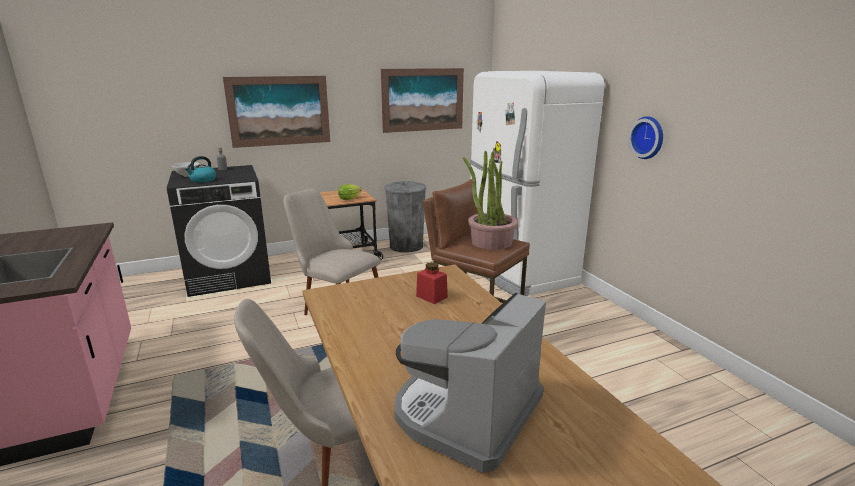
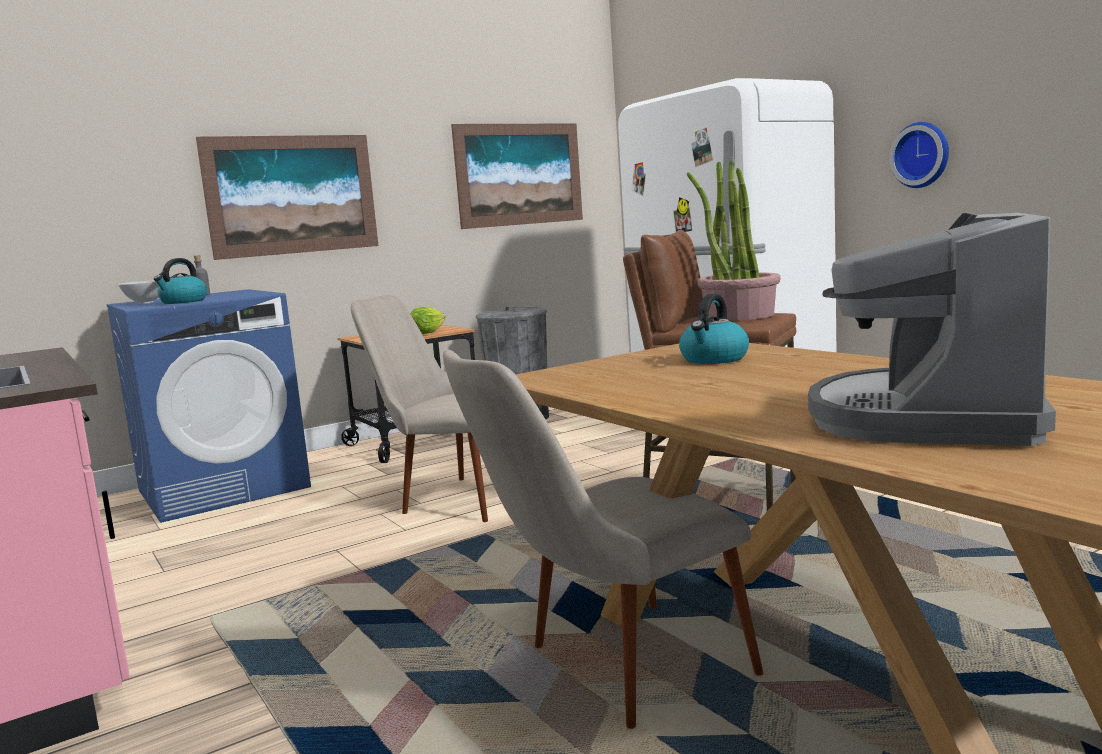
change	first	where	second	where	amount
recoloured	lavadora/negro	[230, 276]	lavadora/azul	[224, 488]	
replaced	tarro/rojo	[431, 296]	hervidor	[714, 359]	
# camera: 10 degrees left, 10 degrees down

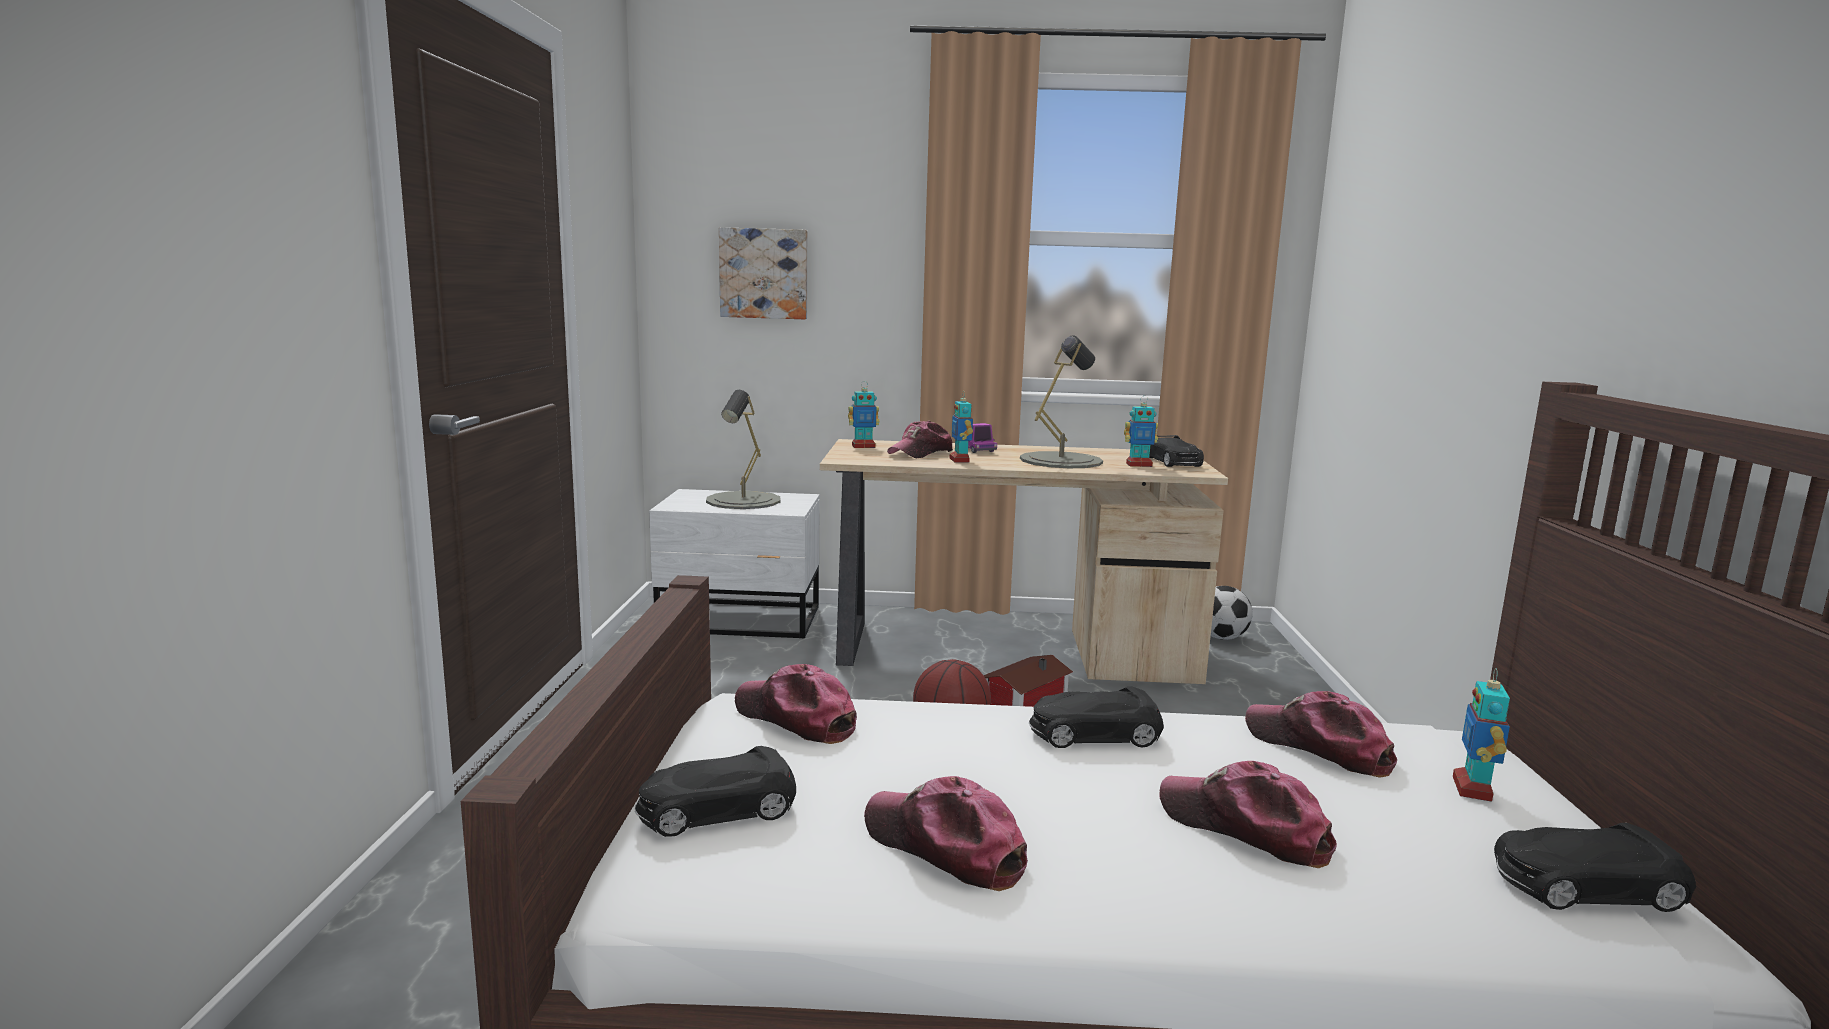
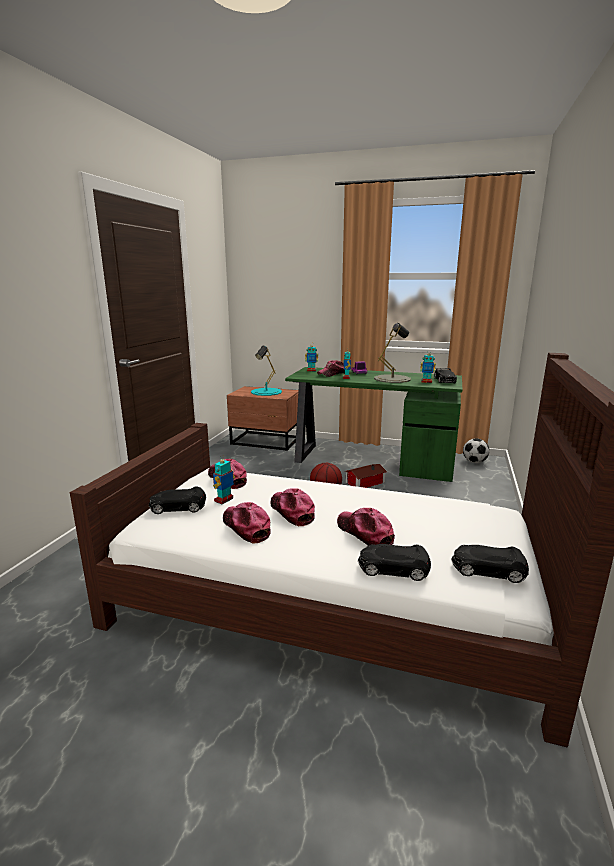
change	first	where	second	where	amount
recoloured	mesita de noche/blanco	[741, 620]	mesita de noche/marrón	[266, 441]	
recoloured	lámpara de mesa/gris	[743, 500]	lámpara de mesa/turquesa	[266, 392]	
removed	cuadro	[764, 273]			
recoloured	escritorio/beis	[1007, 649]	escritorio/verde	[370, 460]	
moved	coche de juguete/negro	[1093, 734]		[393, 568]	
moved	gorra	[1318, 747]		[292, 512]	
moved	robot de juguete	[1473, 789]		[224, 500]	
# camera: 15 degrees right, 5 degrees up

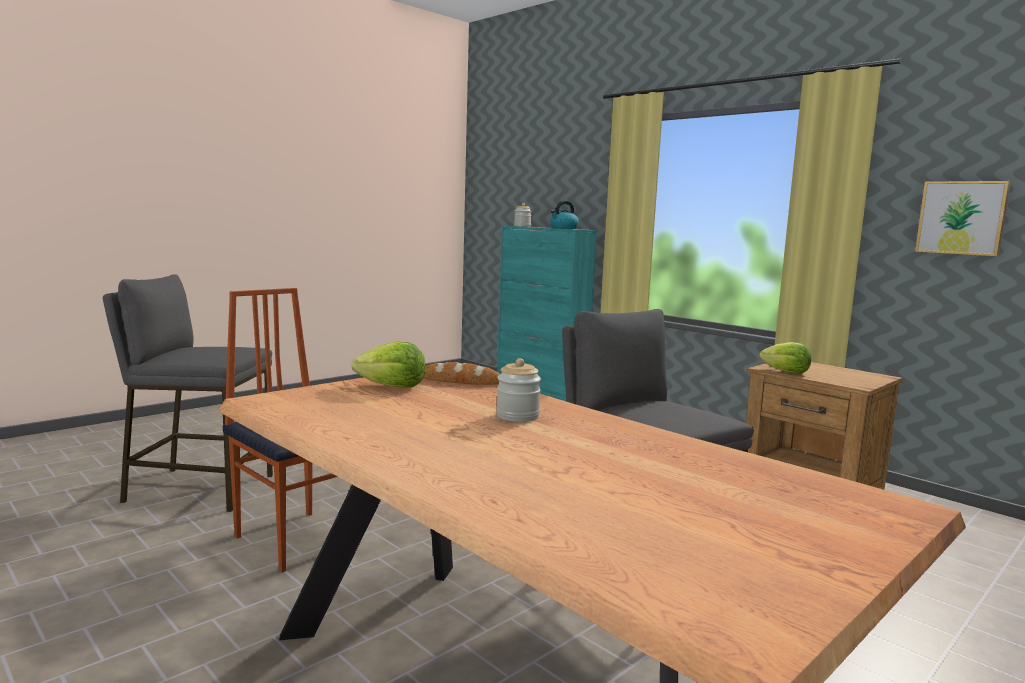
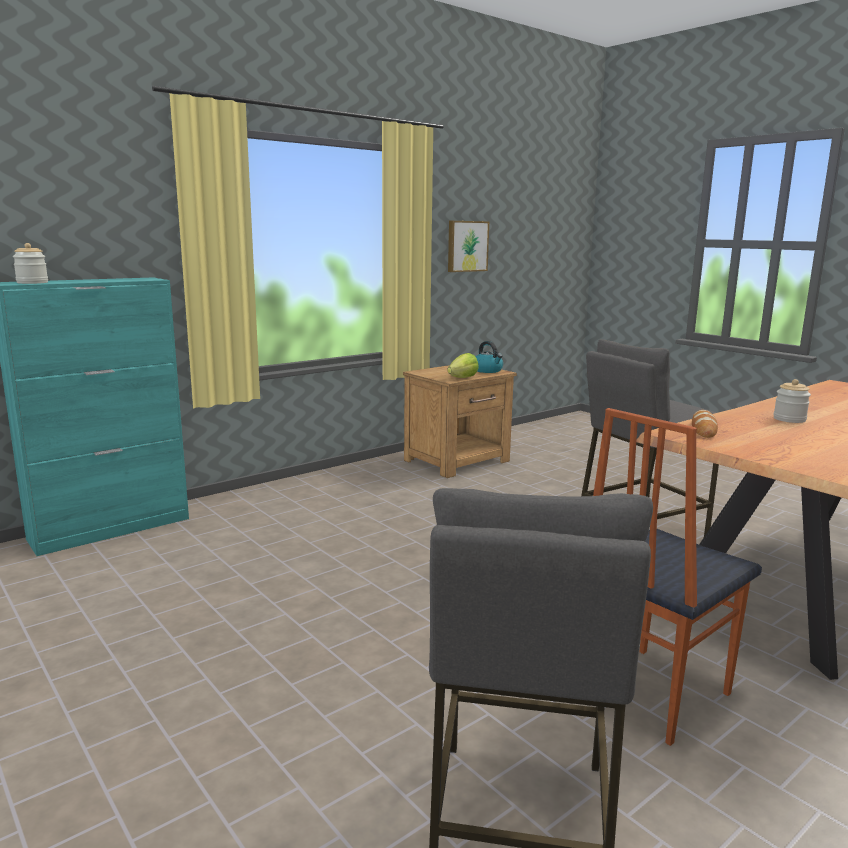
change	first	where	second	where	amount
removed	lechuga	[392, 387]			
moved	hervidor	[563, 228]		[488, 370]	
# camera: 85 degrees left, 5 degrees up

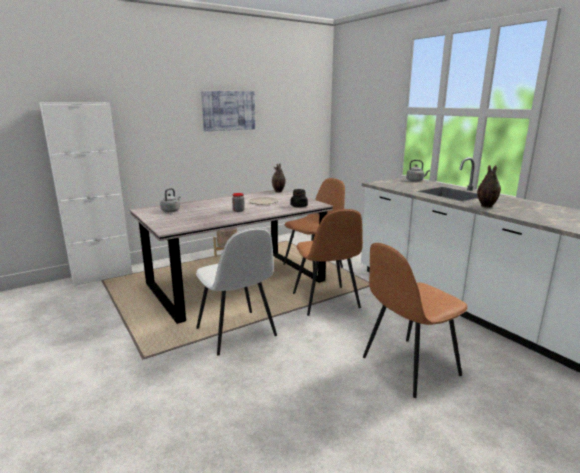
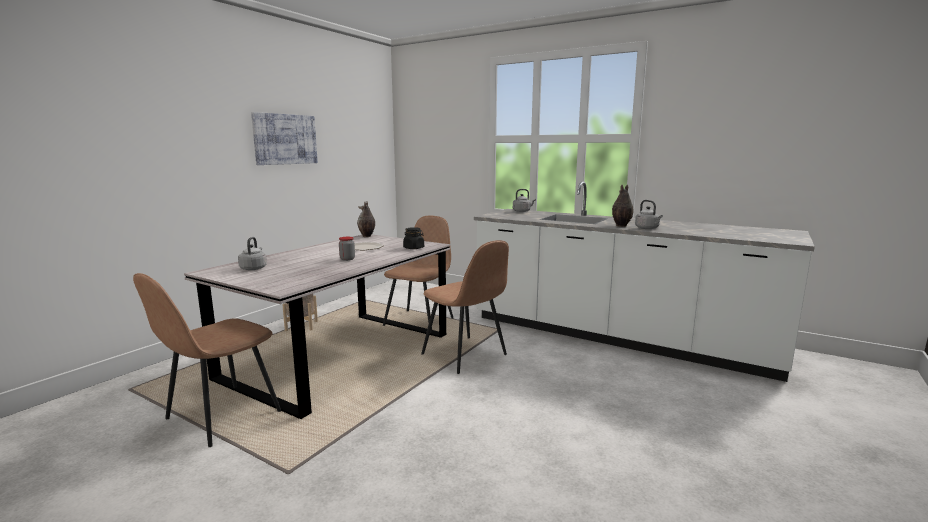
change	first	where	second	where	amount
removed	armario/blanco	[102, 276]			
removed	silla/blanco	[236, 333]			
moved	silla/marrón	[408, 367]		[221, 416]	
added			hervidor/gris	[647, 228]	
# camera: 25 degrees left, 5 degrees down

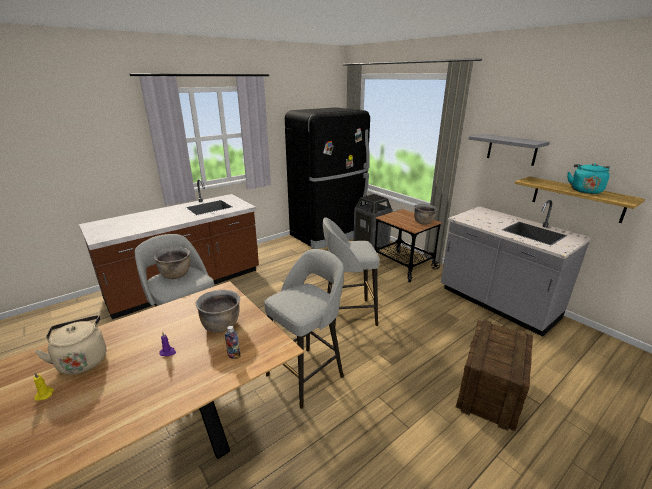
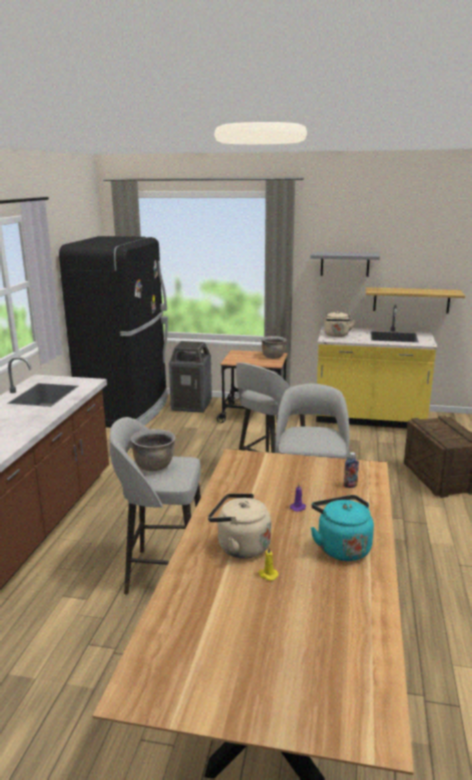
change	first	where	second	where	amount
removed	olla/marrón	[221, 325]			
recoloured	mueble bajo de cocina/gris	[496, 304]	mueble bajo de cocina/amarillo	[369, 419]	
moved	hervidor/turquesa	[585, 190]		[341, 547]	
added			hervidor/beis	[337, 335]	
# camera: 40 degrees left, 5 degrees down

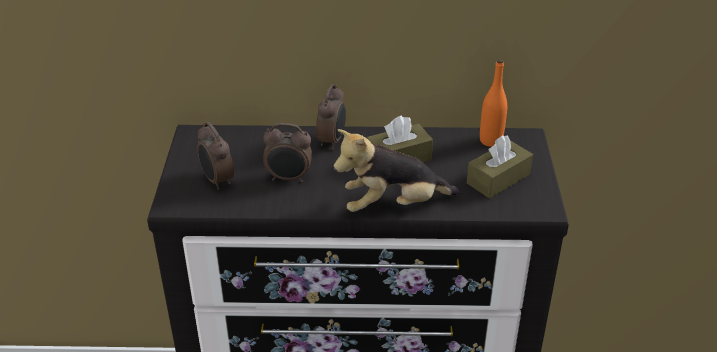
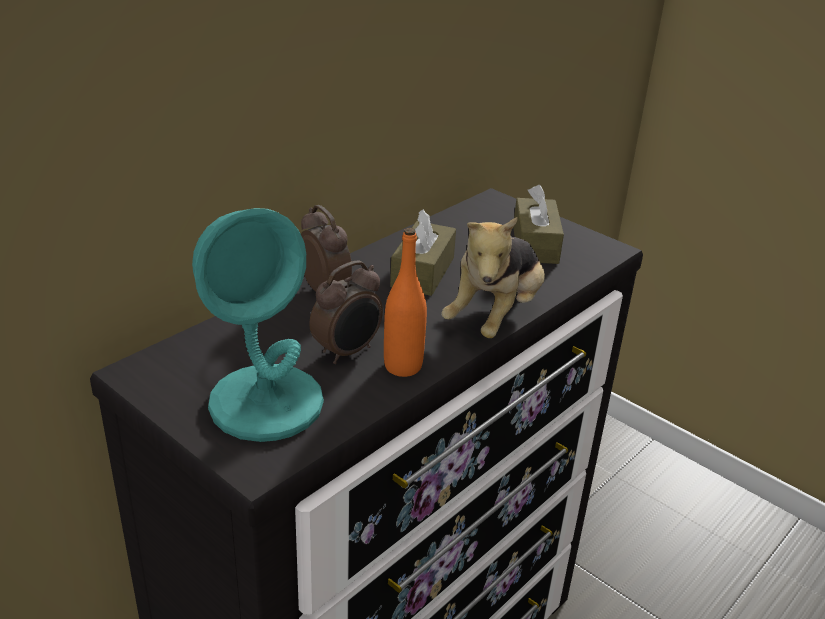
change	first	where	second	where	amount
replaced	despertador	[217, 180]	lámpara de mesa/turquesa	[267, 403]	
moved	botella/naranja	[490, 140]		[403, 366]	
# camera: 50 degrees left, 5 degrees down

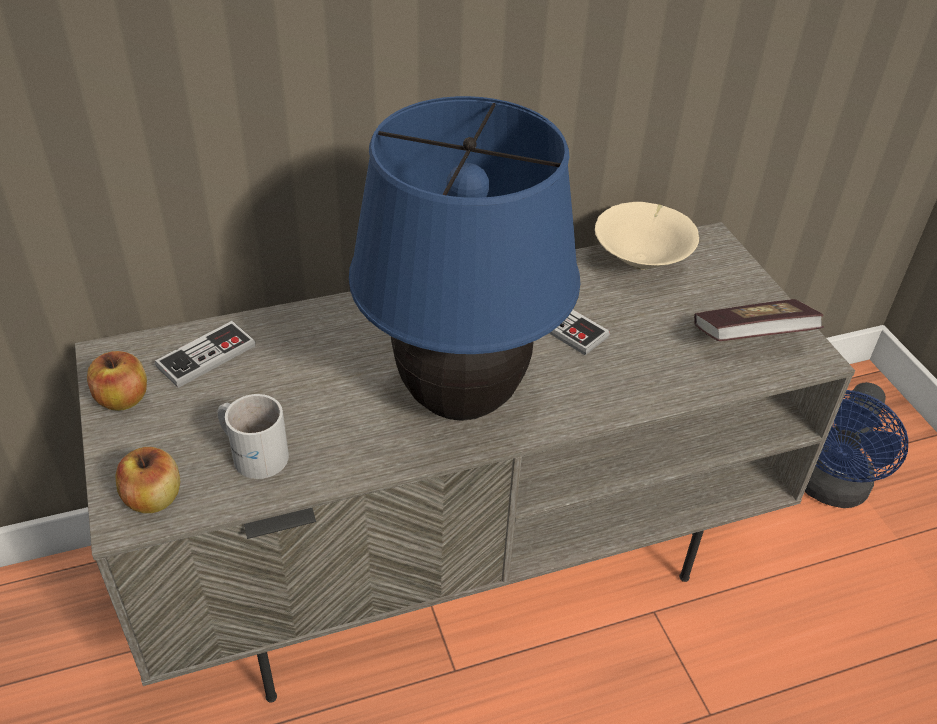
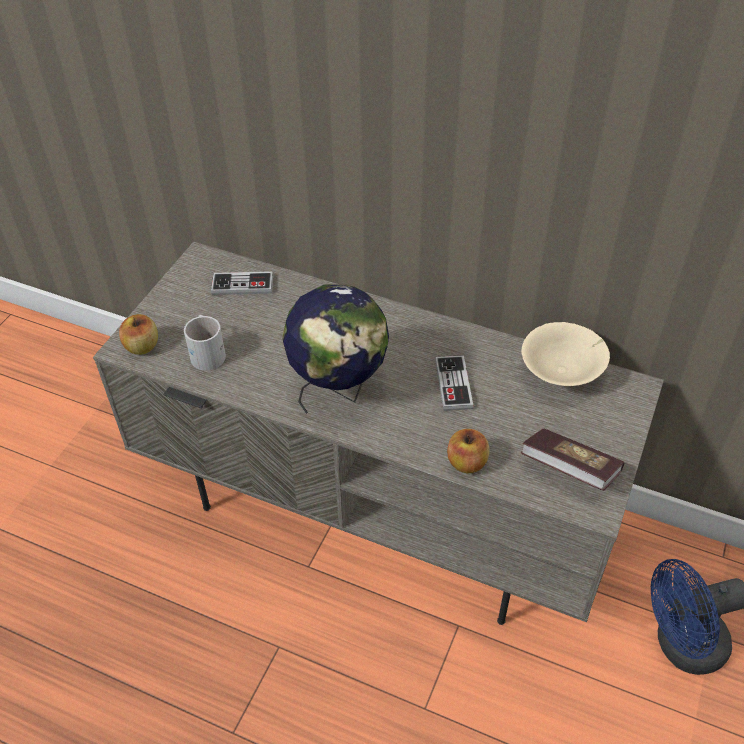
change	first	where	second	where	amount
moved	manzana	[123, 399]		[467, 463]	
replaced	lámpara de mesa/azul	[459, 399]	globo terráqueo	[339, 390]	
# camera: 45 degrees right, 5 degrees up

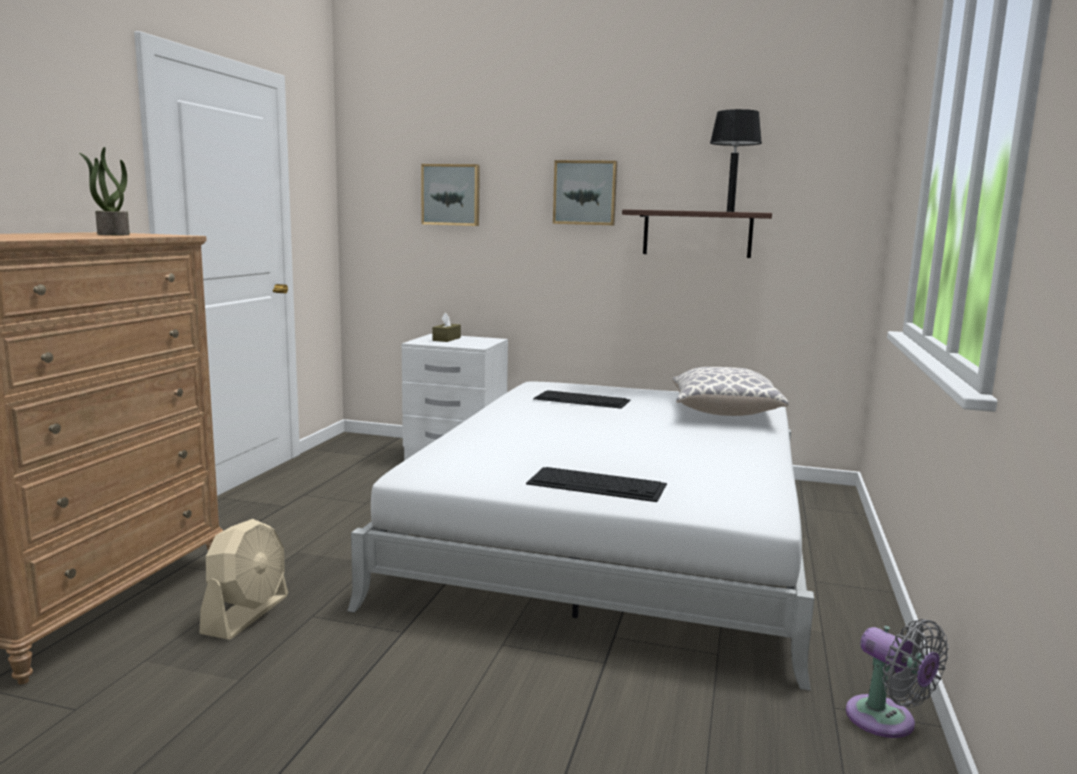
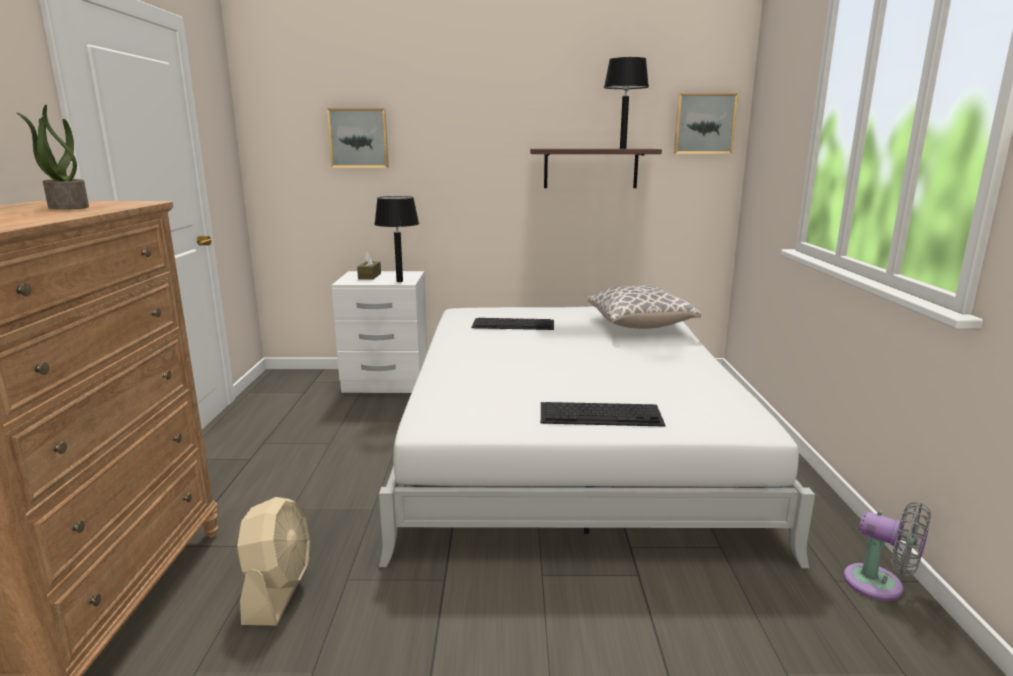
change	first	where	second	where	amount
moved	cuadro	[585, 193]		[704, 124]	
added			lámpara de mesa/negro	[399, 281]	
# camera: 15 degrees left, 5 degrees up

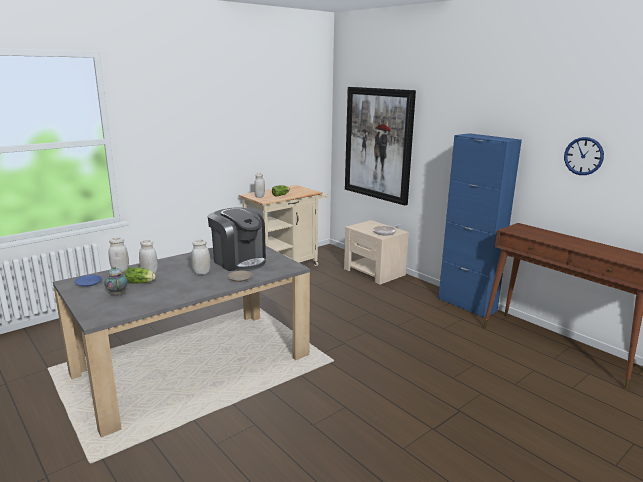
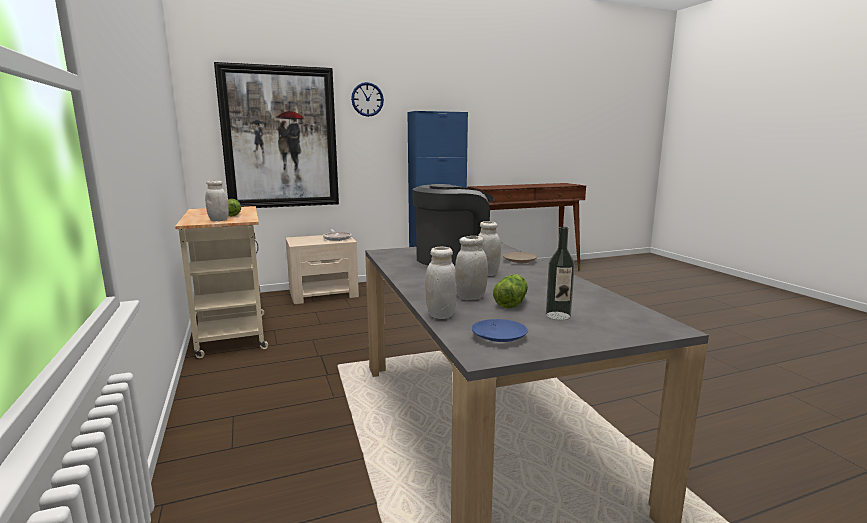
change	first	where	second	where	amount
replaced	tetera	[117, 294]	botella	[558, 316]	
moved	reloj de pared	[583, 156]		[367, 99]	
# camera: 70 degrees left, 5 degrees down

